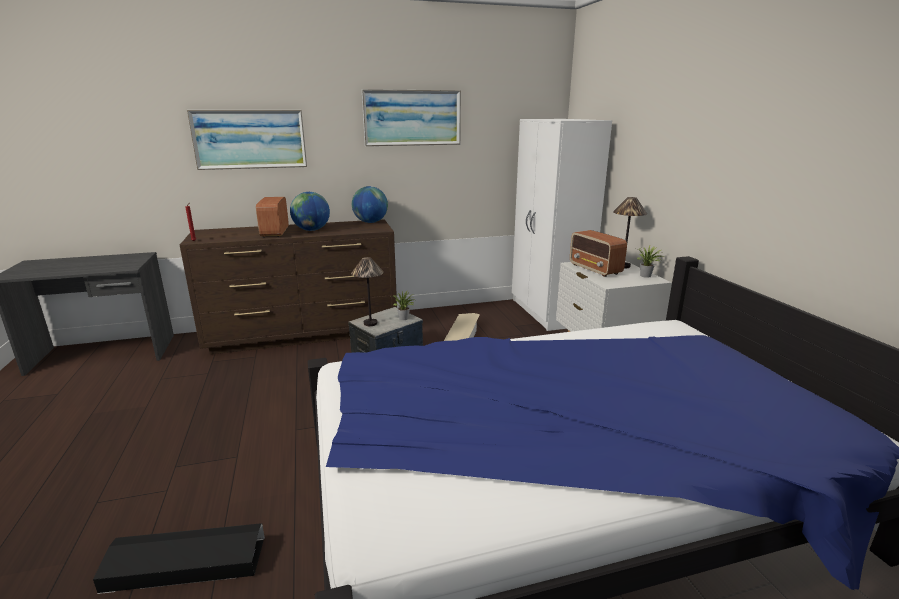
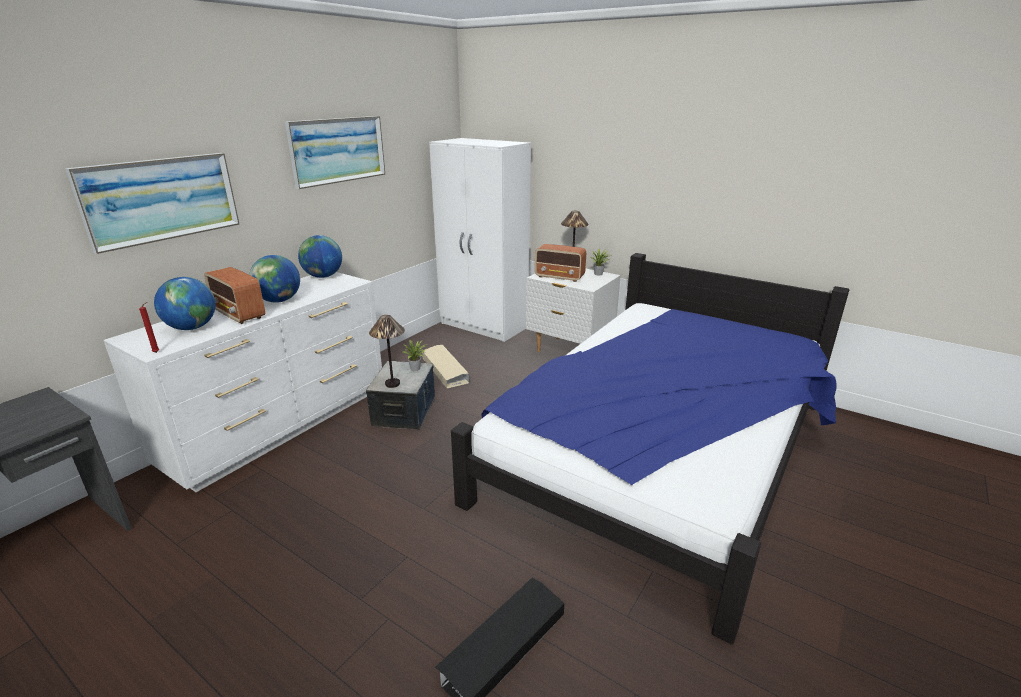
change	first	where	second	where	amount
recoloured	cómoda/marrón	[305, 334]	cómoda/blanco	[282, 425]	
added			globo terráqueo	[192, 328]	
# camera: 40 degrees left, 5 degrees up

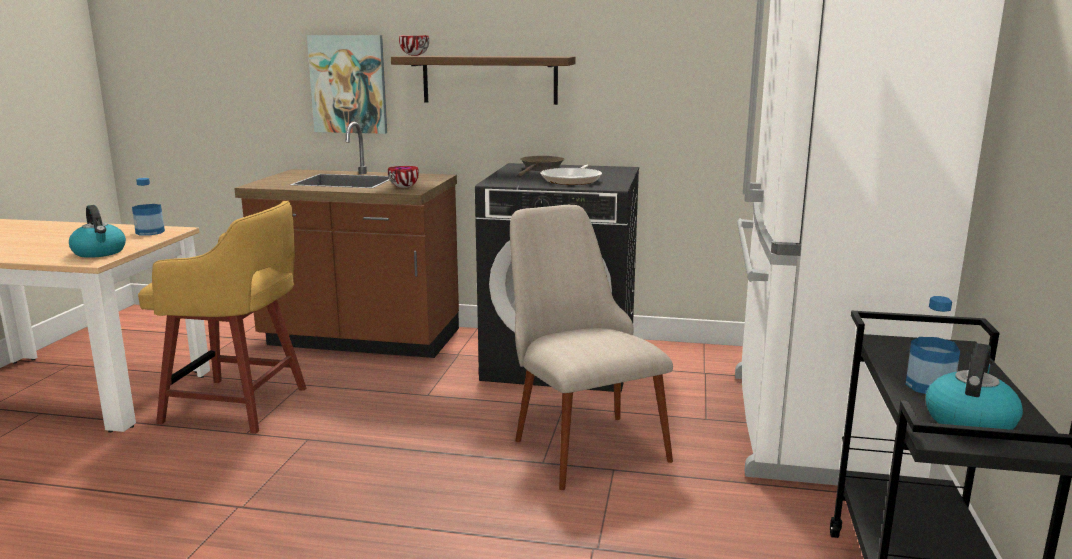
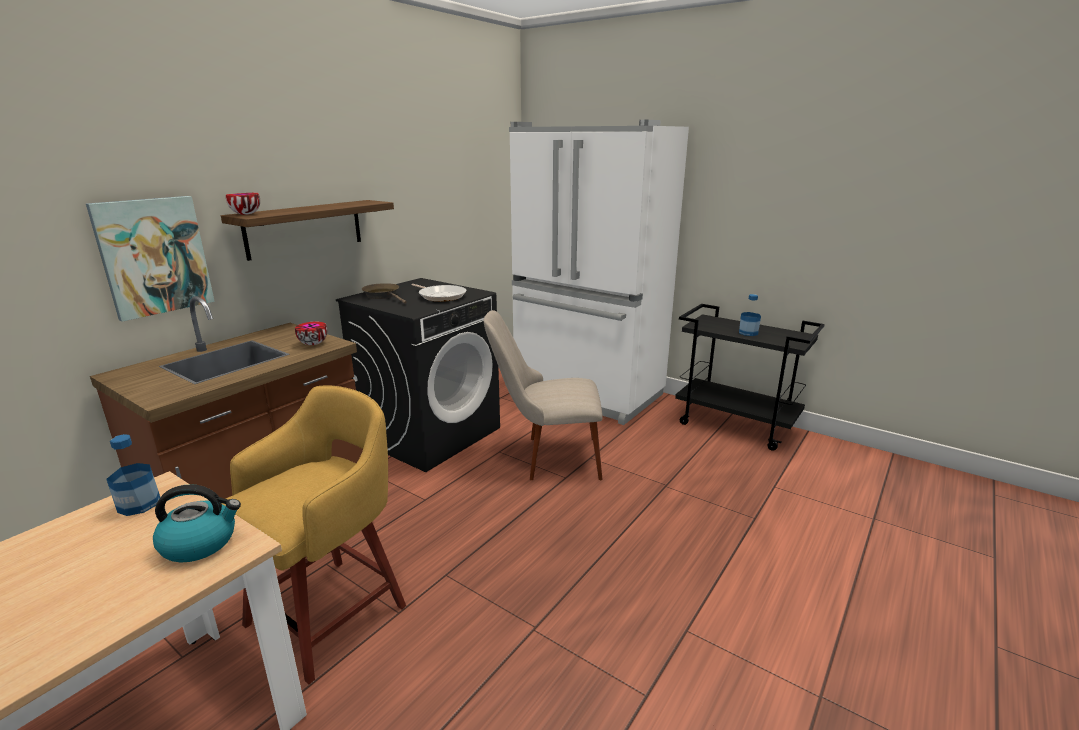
change	first	where	second	where	amount
removed	hervidor	[969, 421]			
# camera: 65 degrees left, 5 degrees up

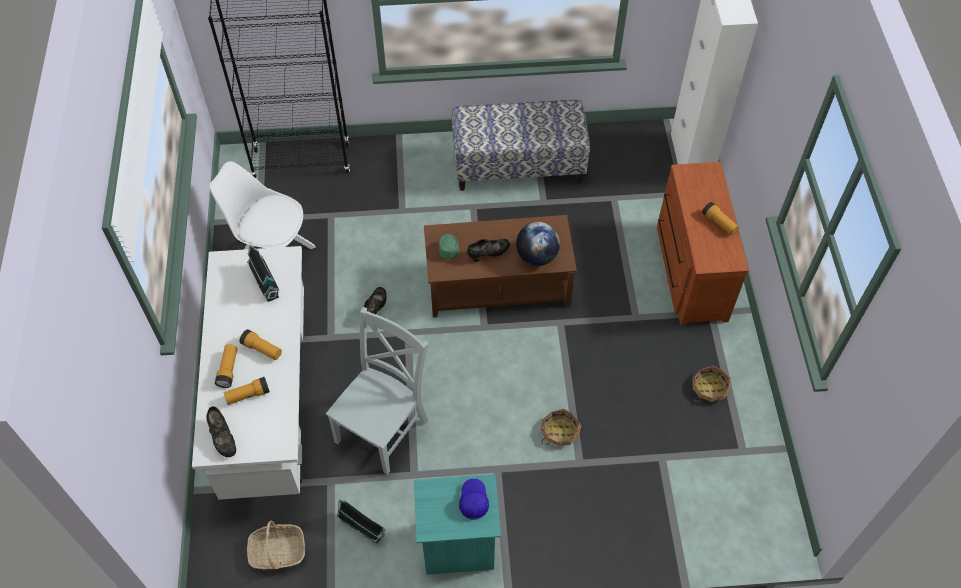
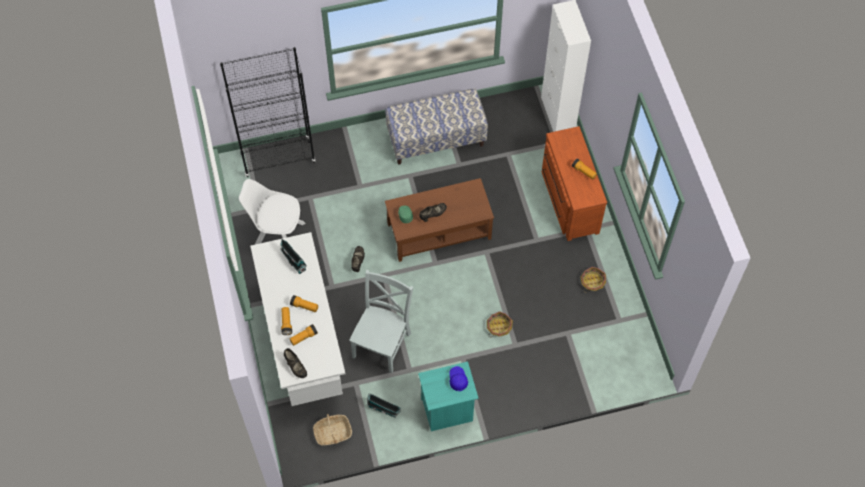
change	first	where	second	where	amount
removed	globo terráqueo	[537, 256]			
# camera: 10 degrees left, 5 degrees up

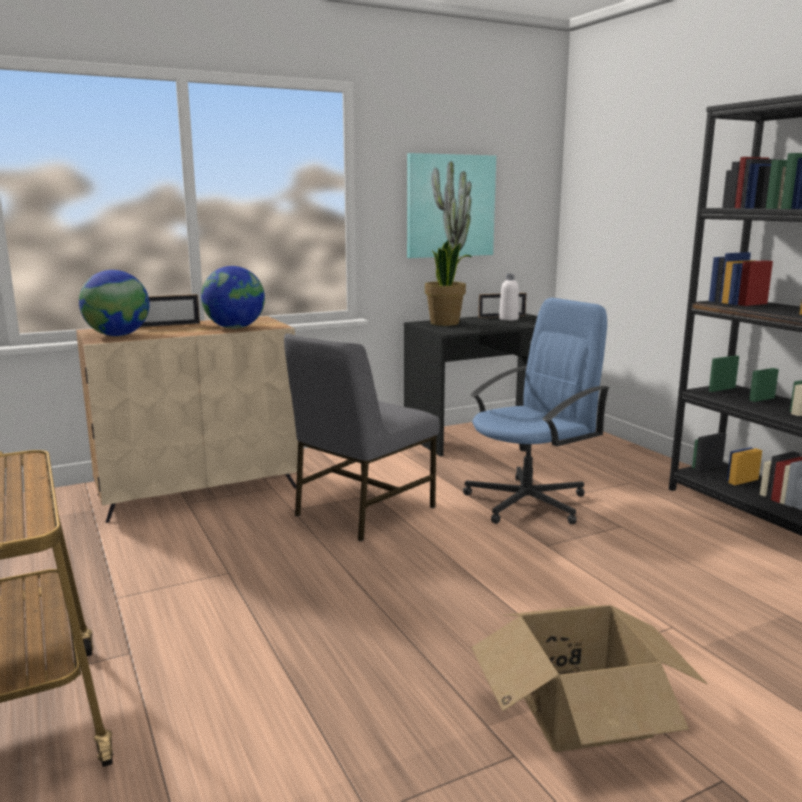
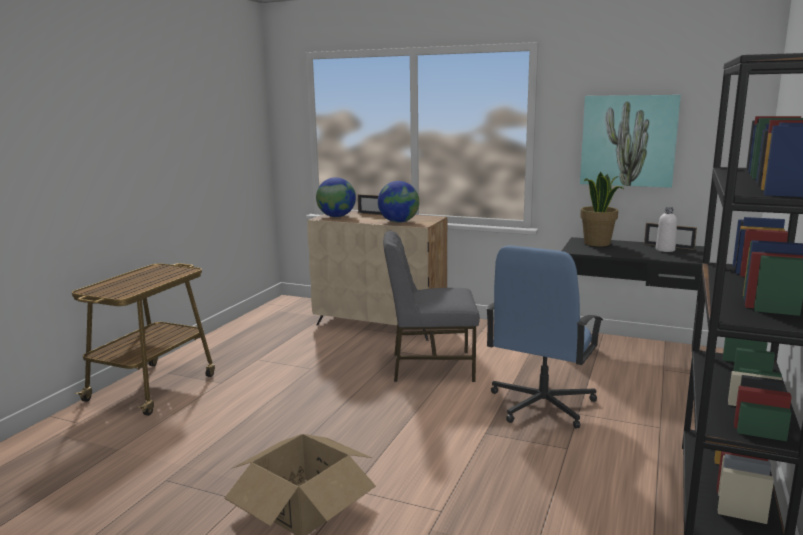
change	first	where	second	where	amount
turned	silla de oficina/azul	[528, 502]		[541, 405]	105 degrees clockwise
# camera: 50 degrees right, 0 degrees up

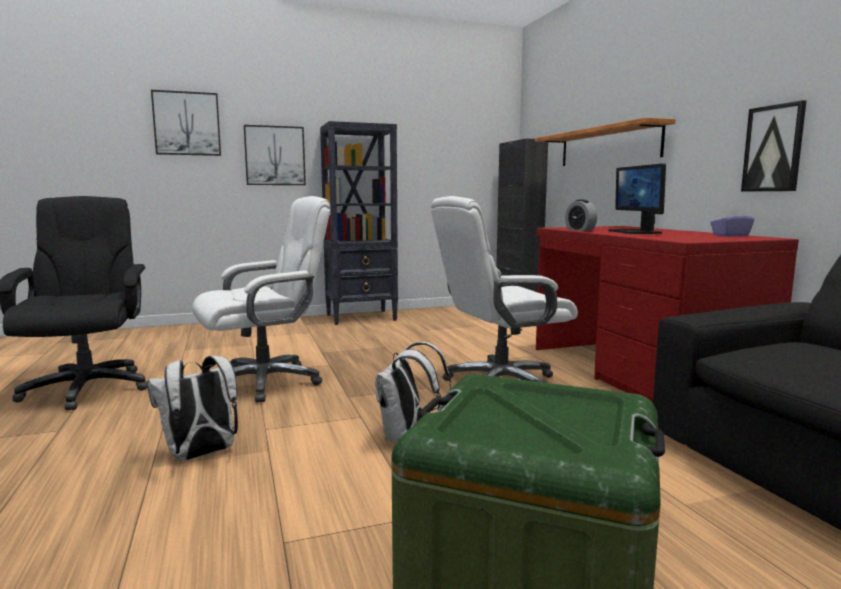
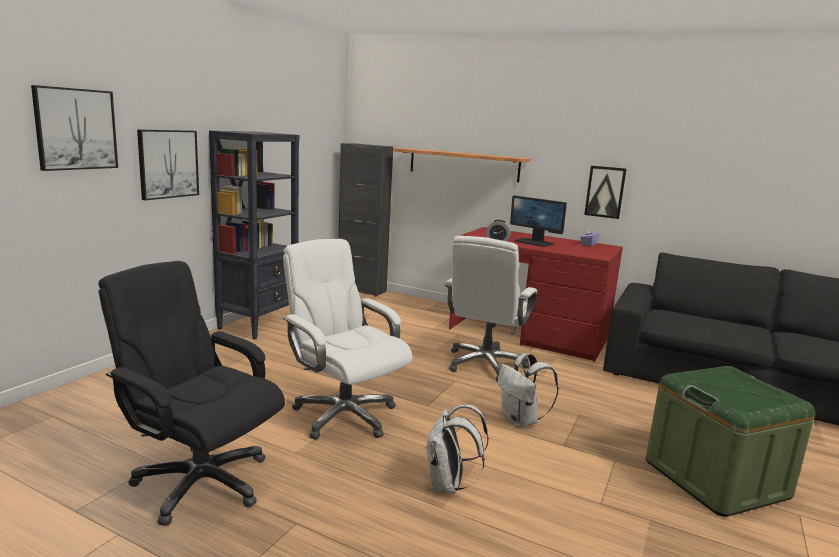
change	first	where	second	where	amount
turned	silla de oficina/blanco	[265, 382]		[343, 415]	60 degrees counterclockwise
# camera: 45 degrees left, 5 degrees up

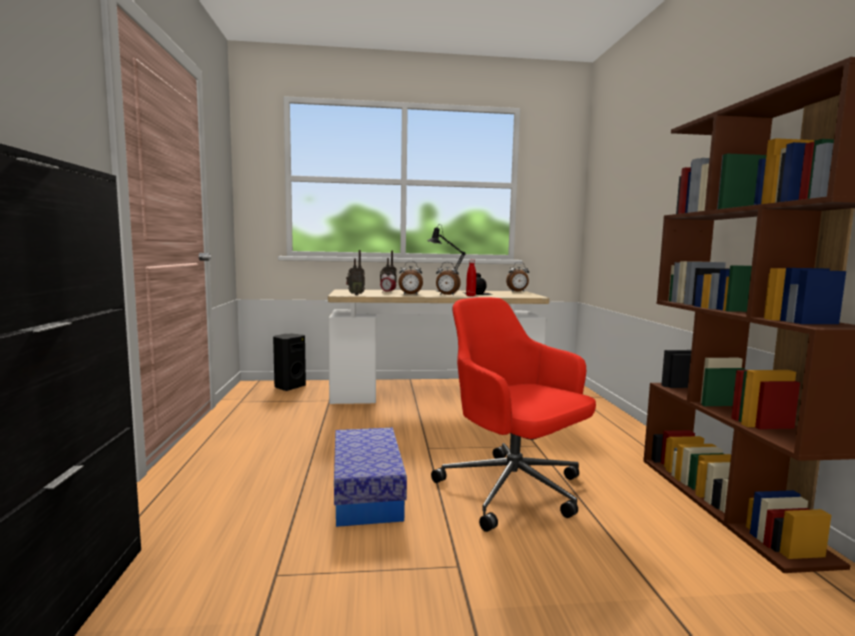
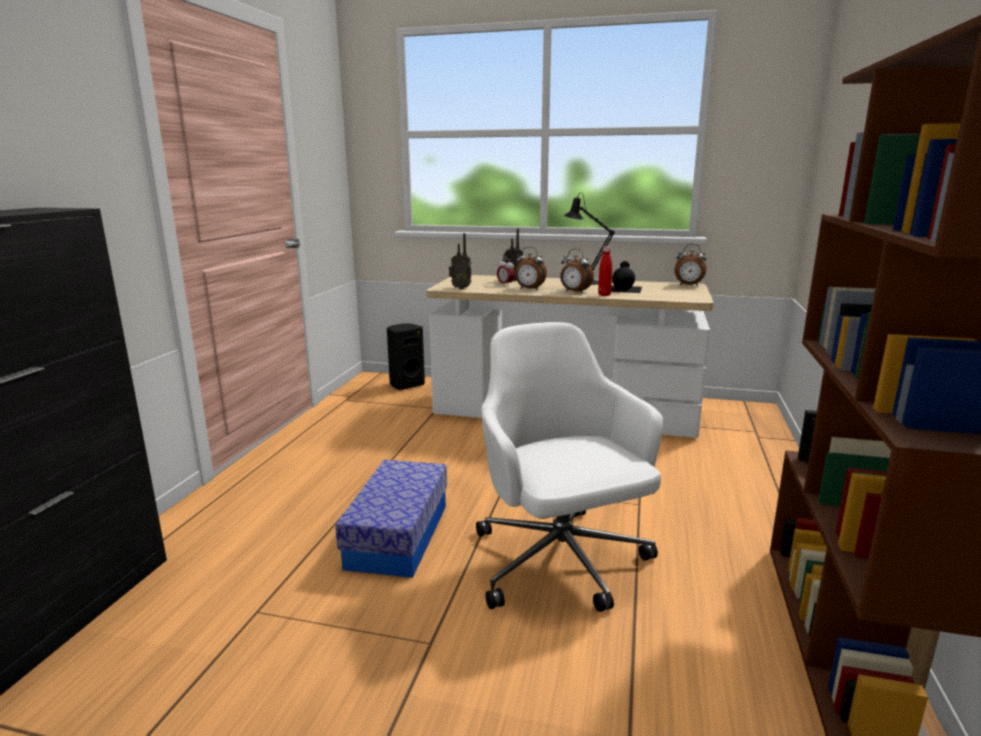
change	first	where	second	where	amount
recoloured	silla de oficina/rojo	[513, 491]	silla de oficina/blanco	[561, 563]	
# camera: 20 degrees right, 10 degrees up

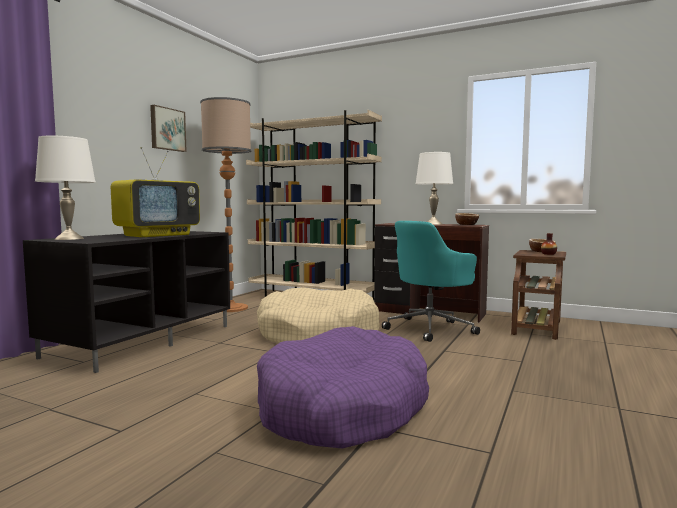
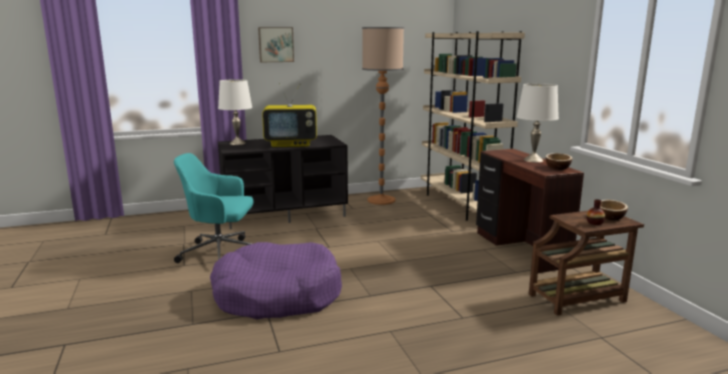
change	first	where	second	where	amount
moved	cuadro	[167, 129]		[276, 44]	
removed	cama para perro/beis	[318, 333]			
moved	silla de oficina/turquesa	[430, 328]		[220, 253]	
# camera: 45 degrees right, 10 degrees up

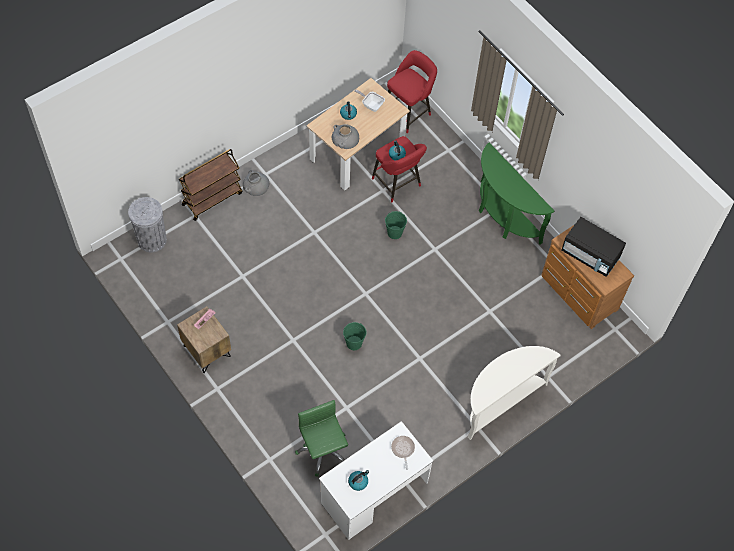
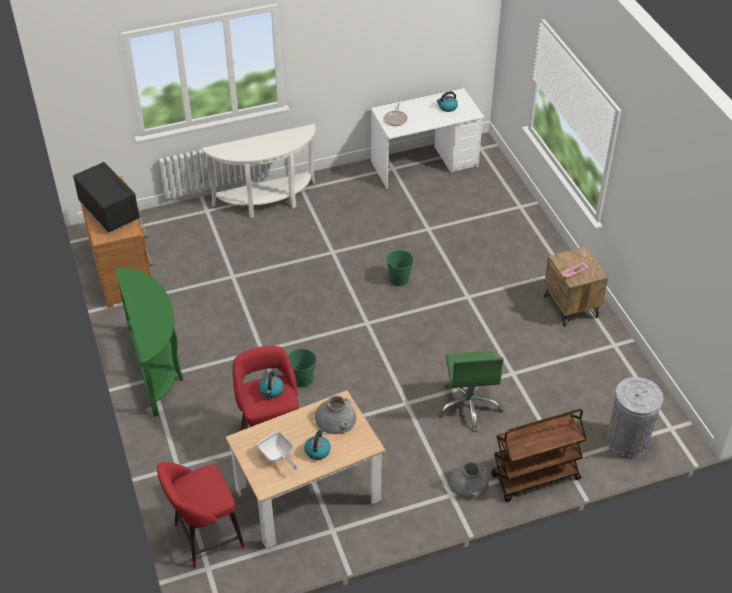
change	first	where	second	where	amount
moved	silla de oficina/verde	[322, 451]		[469, 405]	
# camera: 160 degrees left, 15 degrees down

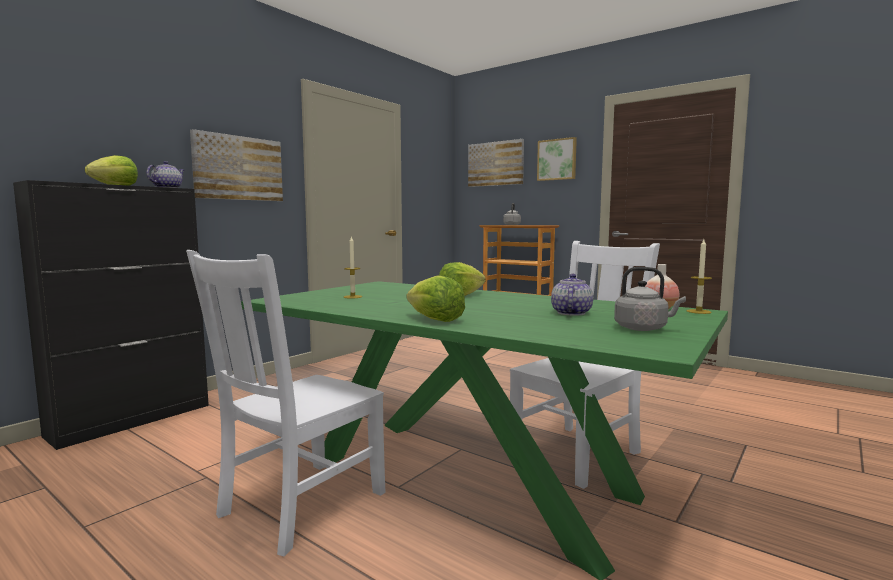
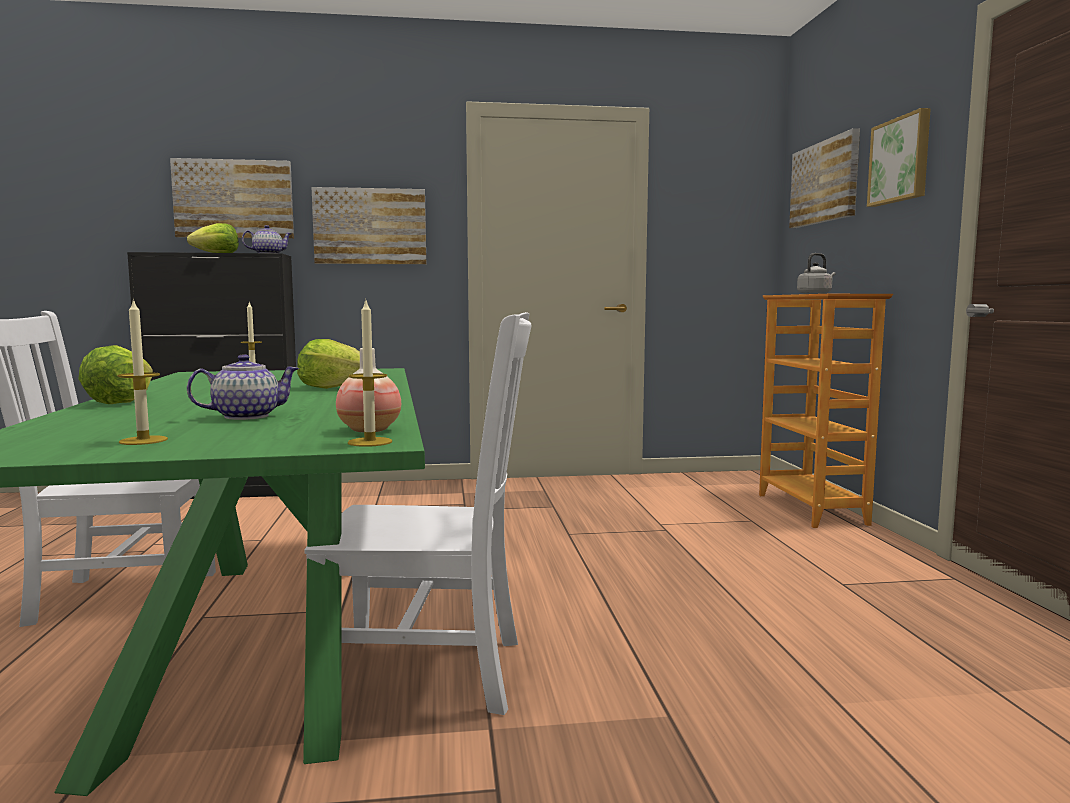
change	first	where	second	where	amount
replaced	hervidor/gris	[643, 328]	vela	[143, 440]	
added			cuadro	[234, 199]	
# camera: 45 degrees right, 0 degrees up

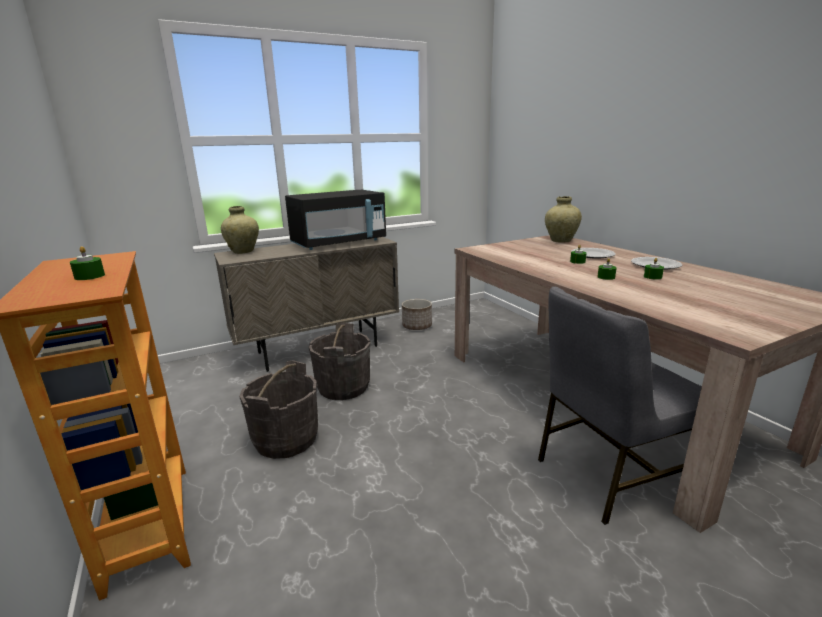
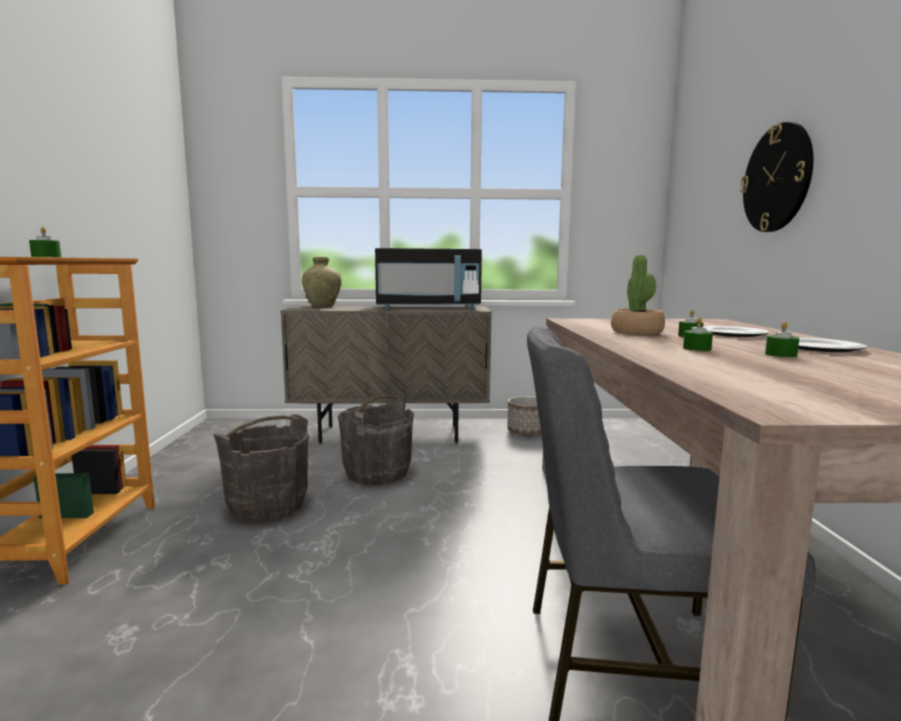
change	first	where	second	where	amount
removed	florero/beis	[560, 240]			
added			planta en maceta	[637, 332]	
added			reloj de pared	[777, 178]	
# camera: 25 degrees right, 10 degrees down

